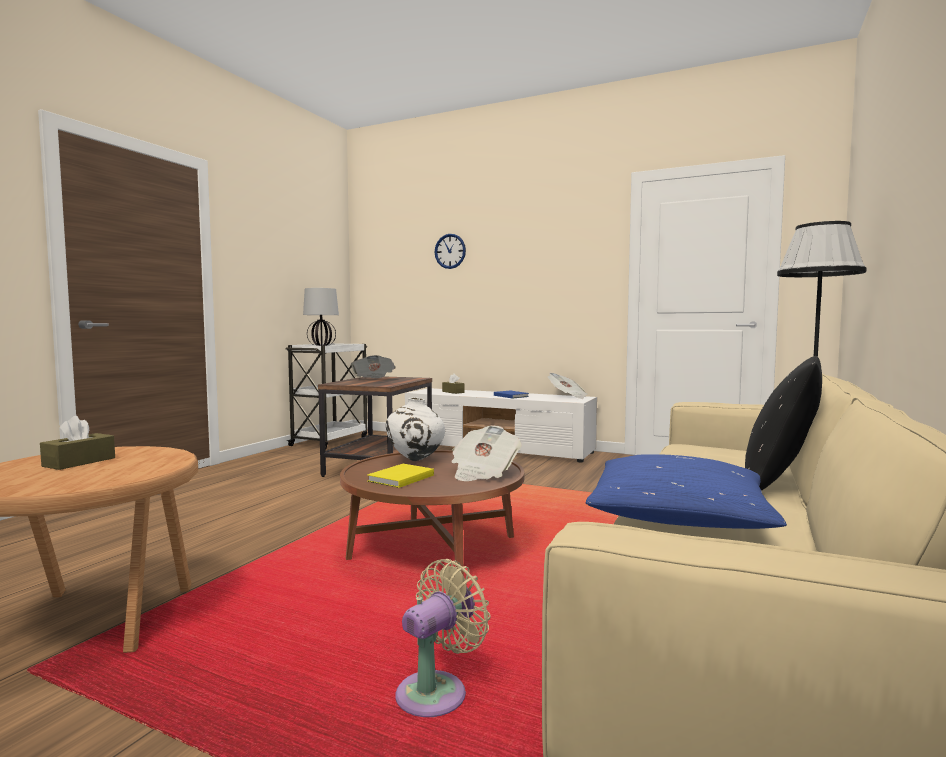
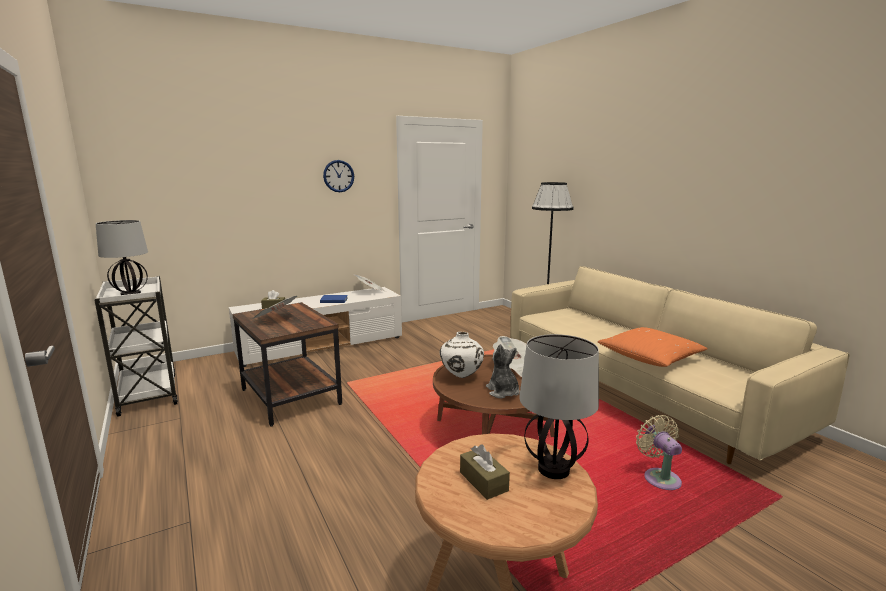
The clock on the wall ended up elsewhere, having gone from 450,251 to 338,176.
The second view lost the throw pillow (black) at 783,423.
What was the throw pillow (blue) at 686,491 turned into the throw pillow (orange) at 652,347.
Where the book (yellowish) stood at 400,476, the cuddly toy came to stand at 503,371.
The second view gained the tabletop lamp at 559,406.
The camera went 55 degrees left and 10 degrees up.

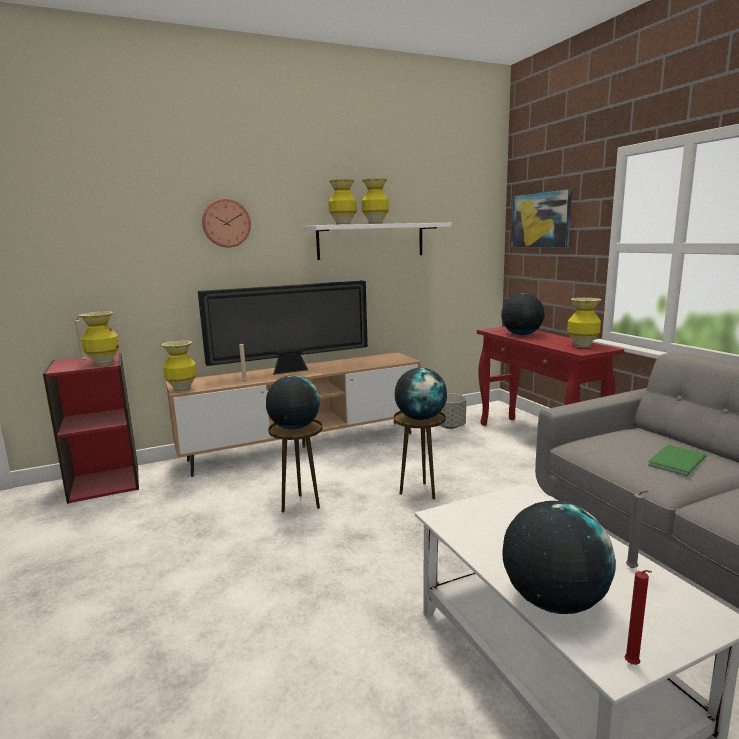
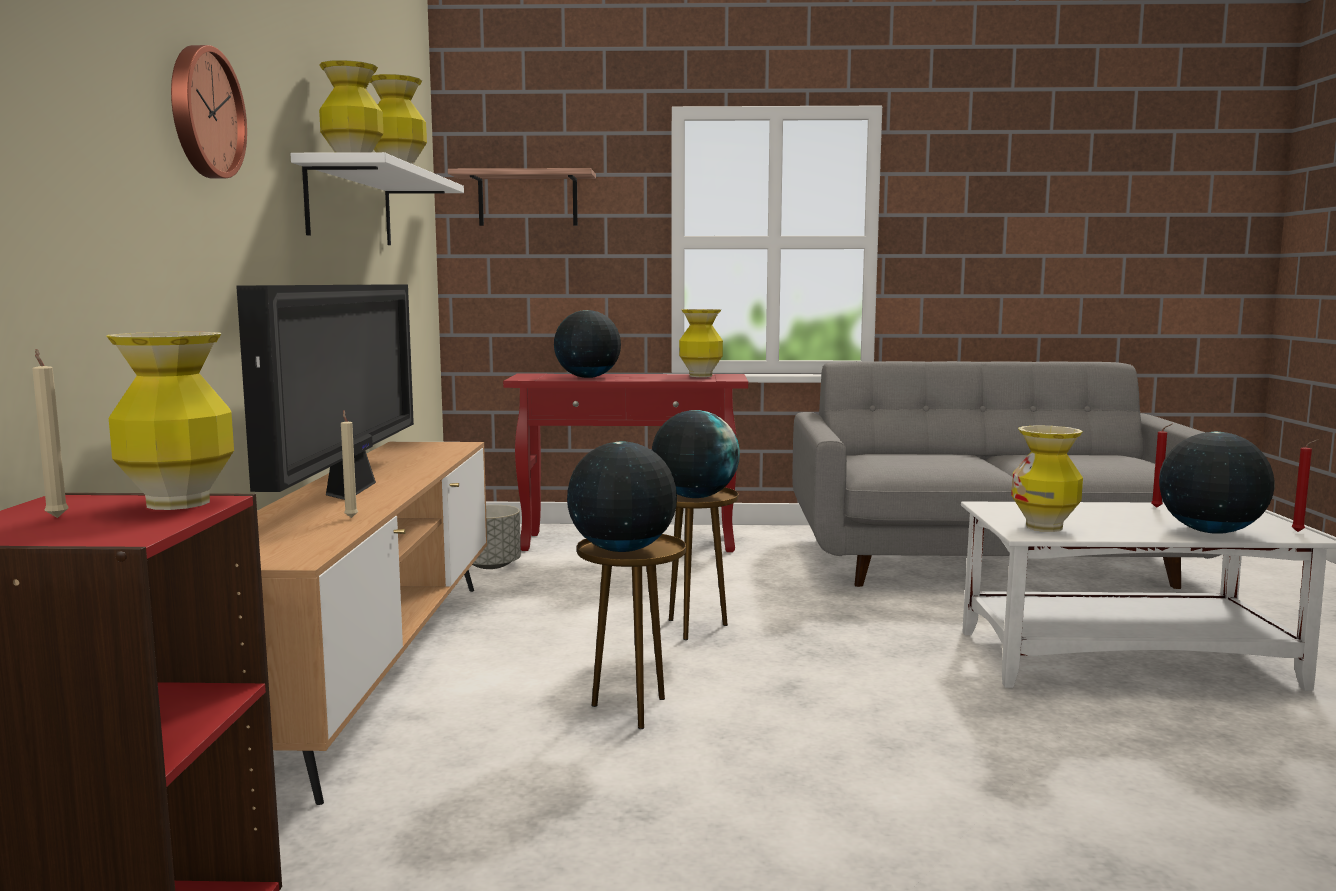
Where the picture hung at 541,218, the wall shelf came to hang at 522,197.
The decorative vase ended up elsewhere, having gone from 179,366 to 1047,478.
The second view lost the book (green) at 677,460.
What was the candle (grey) at 637,529 turned into the candle (reddish) at 1161,466.
The camera went 65 degrees left and 5 degrees down.

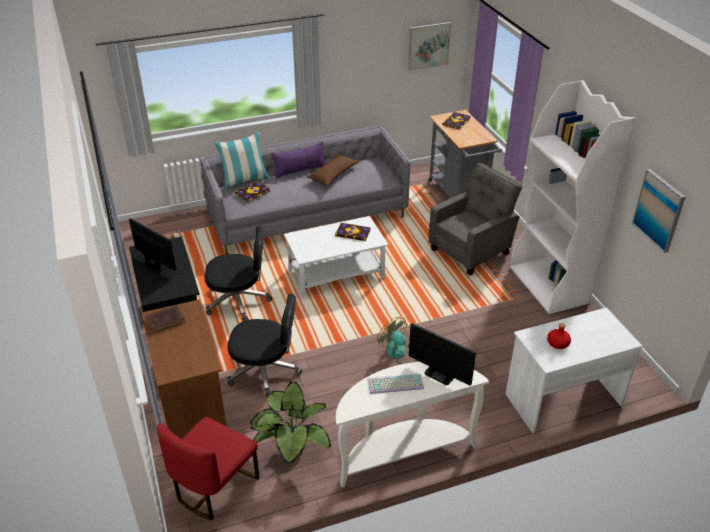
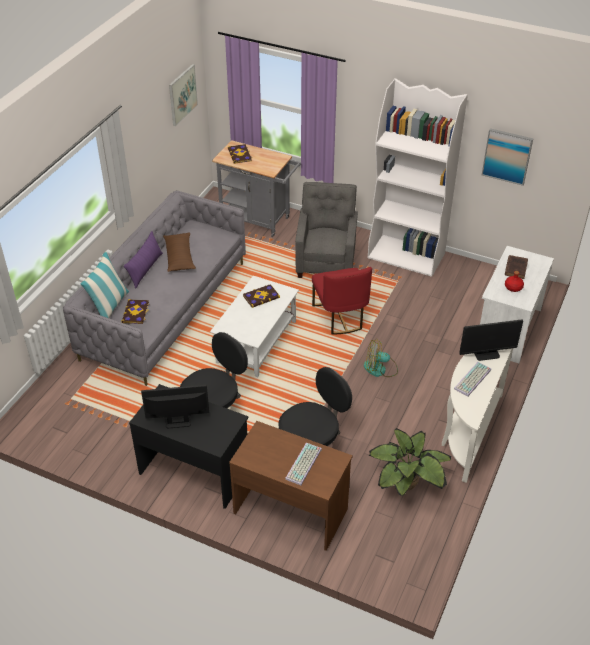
The book (brown) ended up elsewhere, having gone from 165,319 to 516,267.
The upright chair (reddish) ended up elsewhere, having gone from 208,468 to 342,301.
The second view gained the computer keyboard at 303,464.
The camera went 45 degrees left and 5 degrees up.

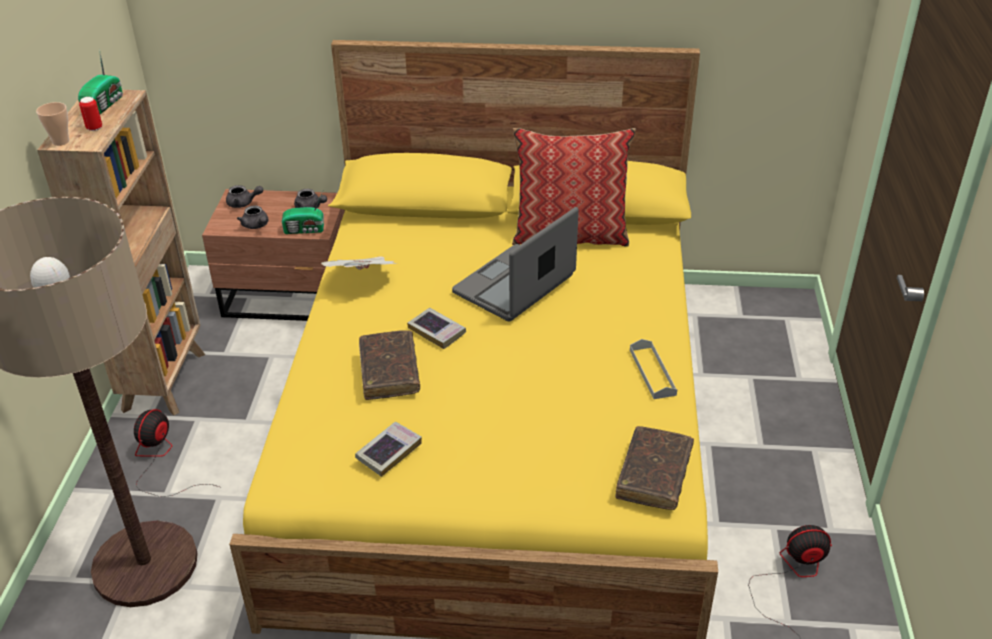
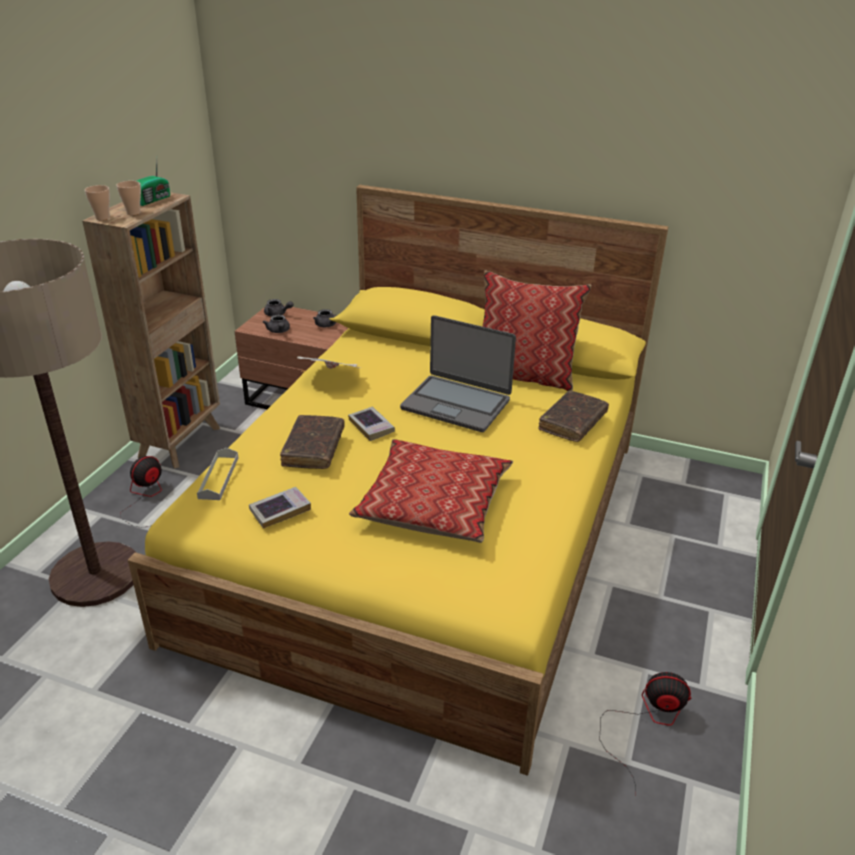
Where the sealed can stood at 90,114, the drinking cup came to stand at 128,198.
The second view lost the radio at 303,212.
The portable computer at 515,264 ended up facing another way, 120 degrees counterclockwise from before.
The serving tray (grey) ended up elsewhere, having gone from 653,369 to 217,474.
The book (brown) ended up elsewhere, having gone from 655,468 to 573,416.
The second view gained the throw pillow at 431,491.
The camera went 15 degrees right and 5 degrees down.

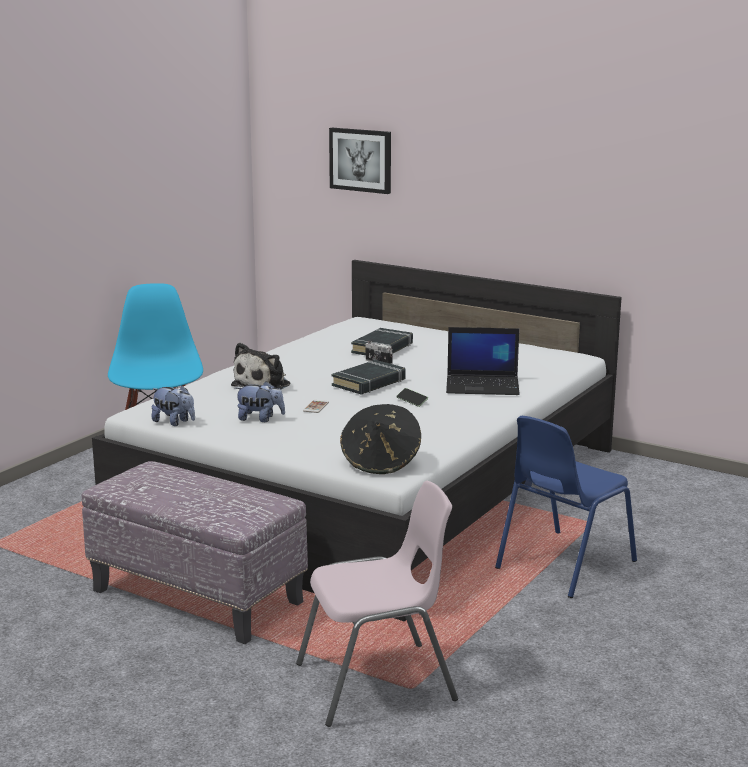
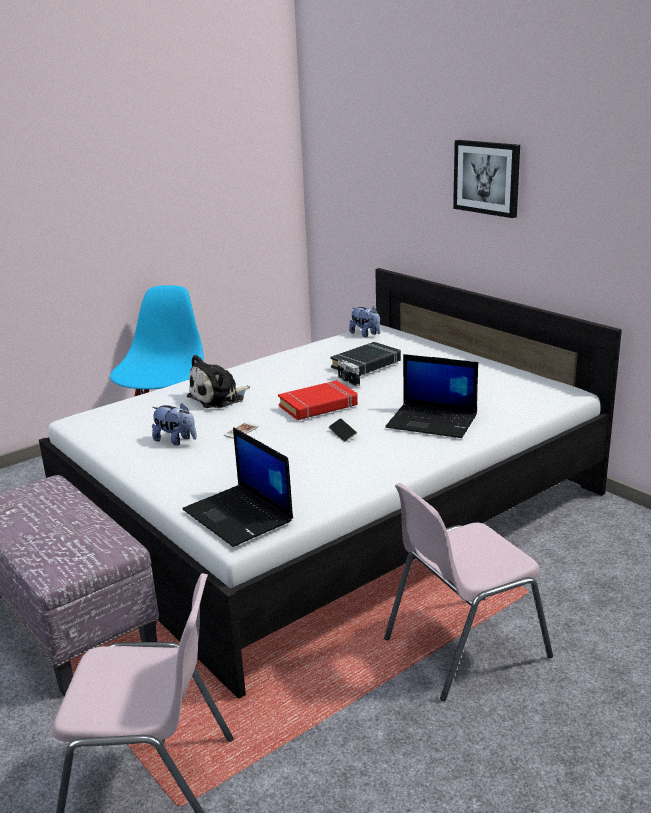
The picture ended up elsewhere, having gone from 360,161 to 486,179.
What was the book (black) at 368,377 turned into the book (reddish) at 318,400.
The cuddly toy ended up elsewhere, having gone from 173,405 to 364,321.
Where the clothing hat (black) stood at 380,439, the portable computer came to stand at 238,487.
What was the upright chair (blue) at 566,507 turned into the upright chair (pink-coloured) at 468,592.
The camera went 20 degrees right and 5 degrees up.

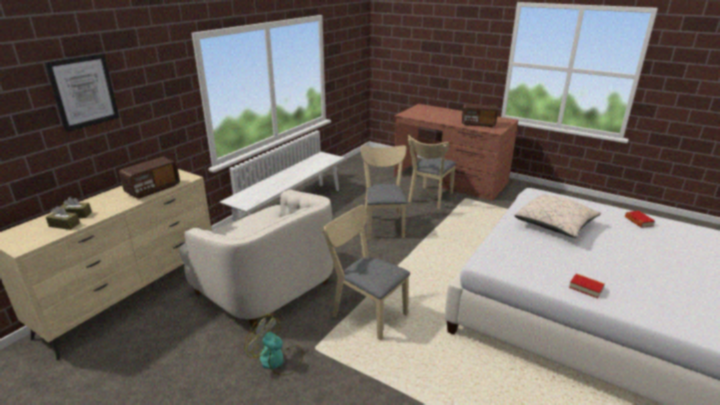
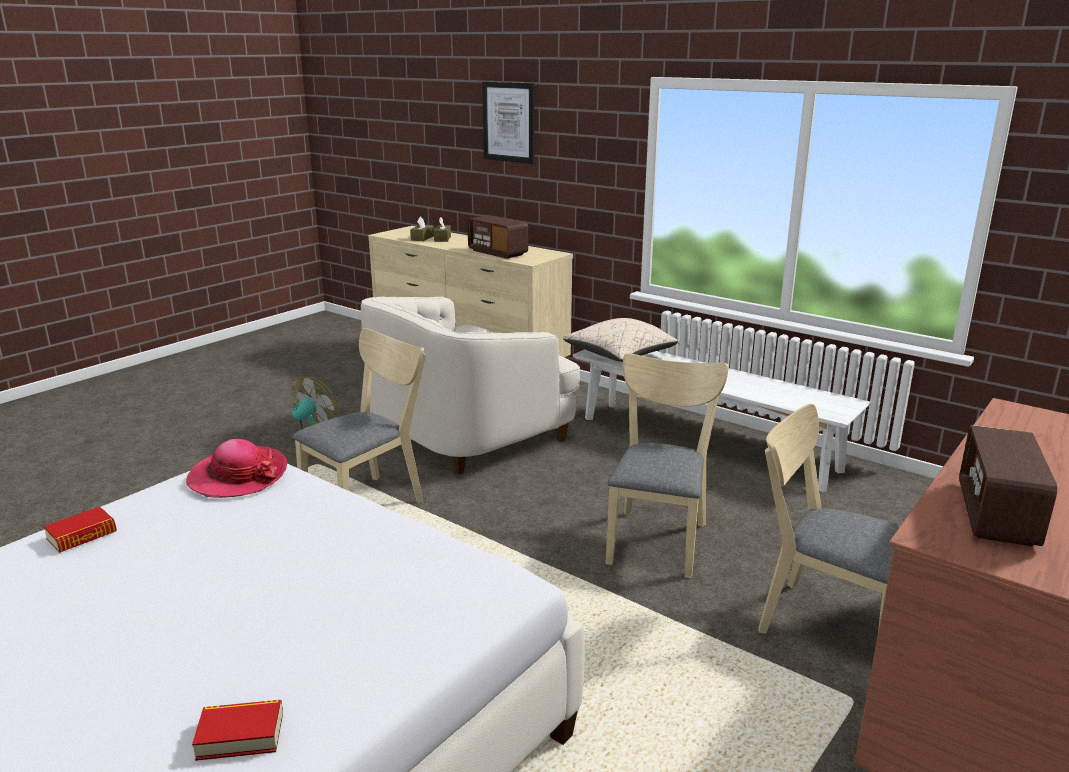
The upright chair (sand-coloured) at 384,192 ended up facing another way, 75 degrees counterclockwise from before.
The throw pillow (sand-coloured) ended up elsewhere, having gone from 557,216 to 620,340.
The second view gained the clothing hat at 237,468.
The camera went 95 degrees right and 5 degrees down.

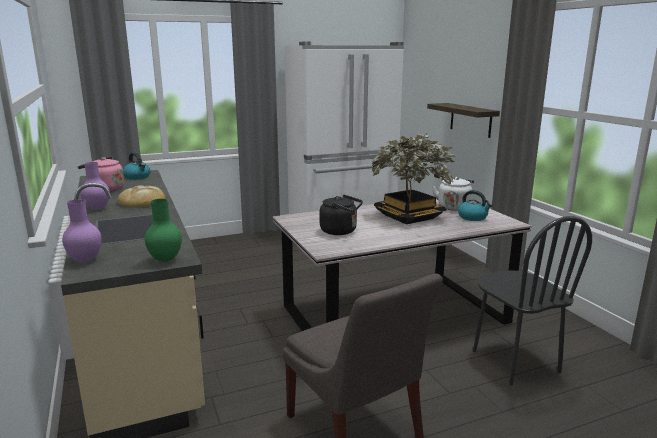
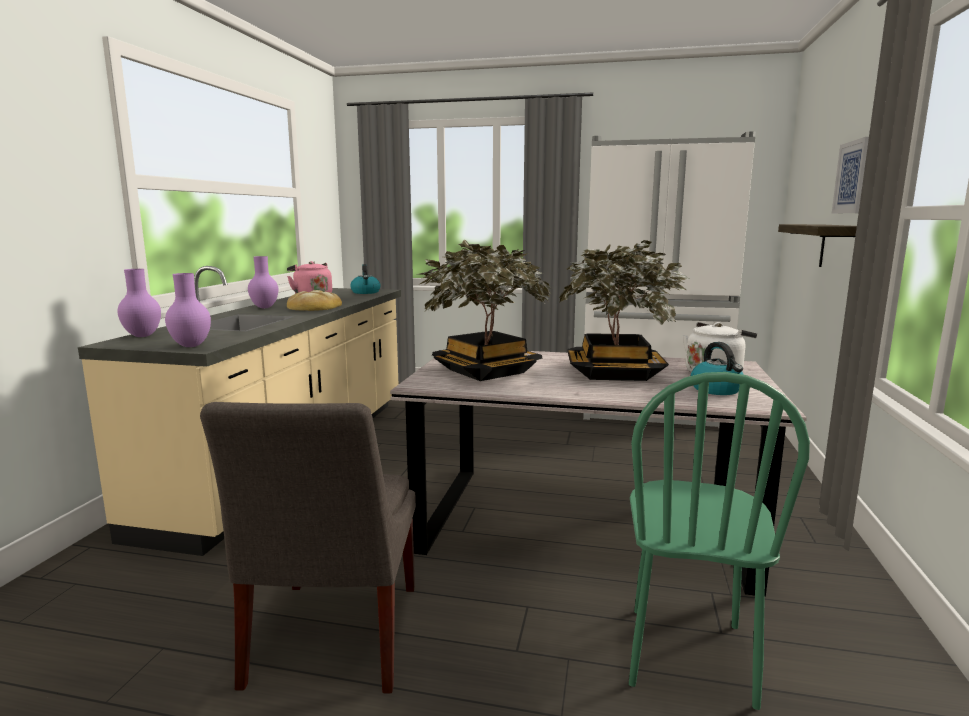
Where the water kettle (black) stood at 341,214, the plant in a pot came to stand at 484,310.
What was the decorative vase (green) at 163,230 turned into the decorative vase (purple) at 188,310.
What was the upright chair (black) at 532,301 turned into the upright chair (green) at 719,541.
The second view gained the picture at 850,175.
The camera went 35 degrees right and 5 degrees down.

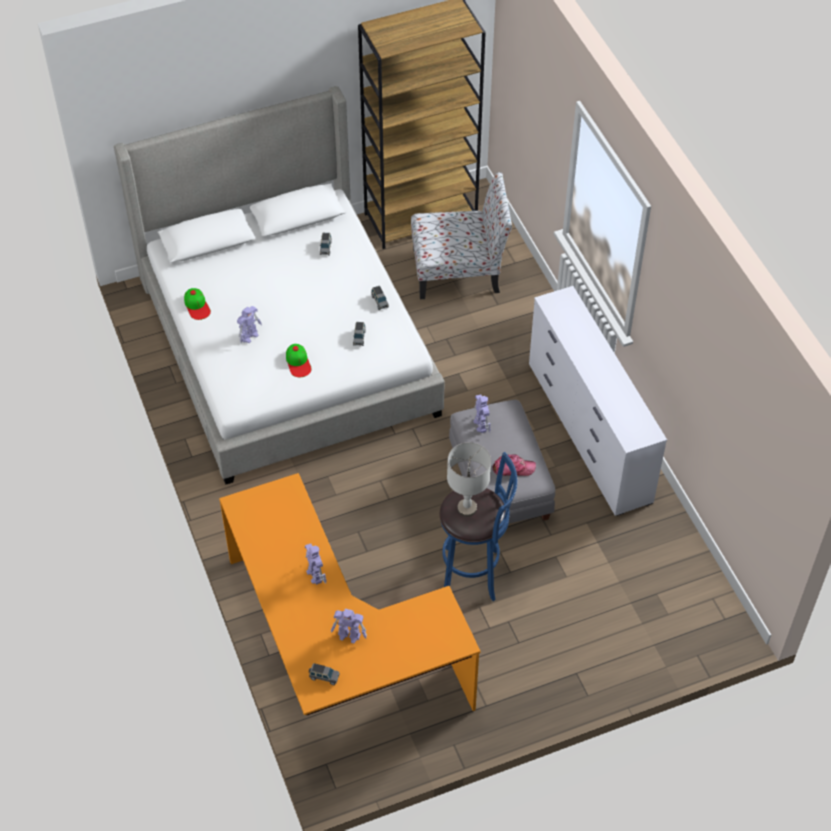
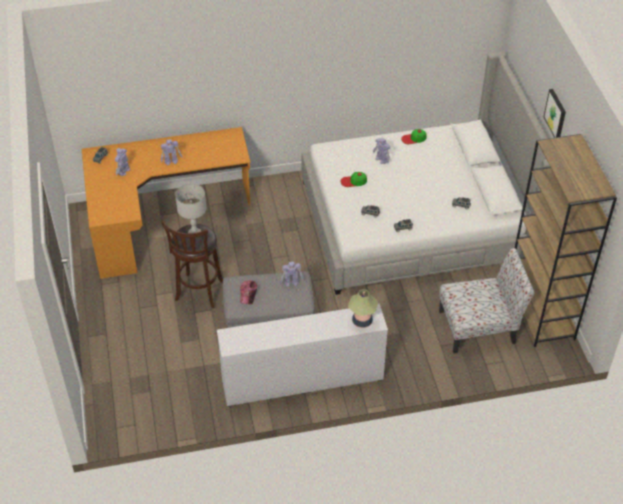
The upright chair at 461,235 ended up facing another way, 105 degrees counterclockwise from before.
What was the stool (blue) at 478,526 turned into the stool (brown) at 192,264.
The second view gained the picture at 555,113.
The second view gained the tabletop lamp at 363,308.
The camera went 100 degrees right and 5 degrees down.

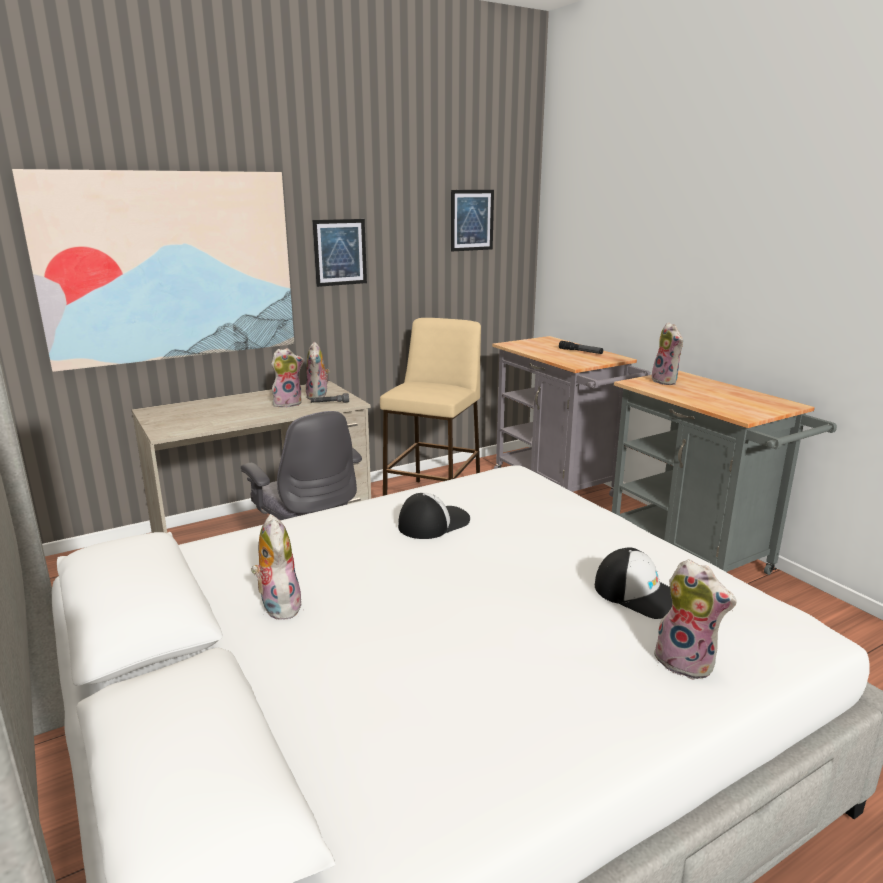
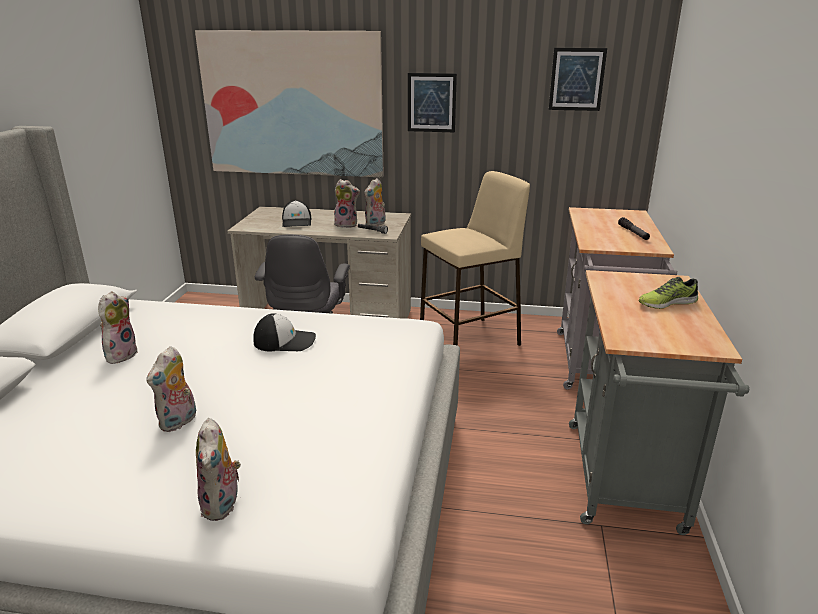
The cuddly toy ended up elsewhere, having gone from 667,353 to 171,389.
The cap ended up elsewhere, having gone from 633,583 to 297,213.
The second view gained the shoe at 668,293.
The camera went 40 degrees right and 5 degrees up.

